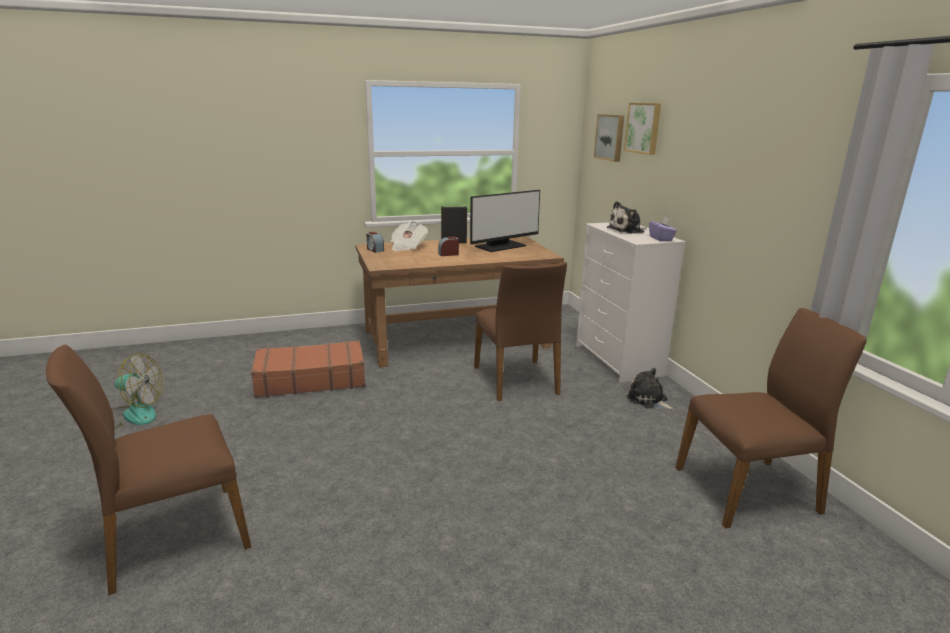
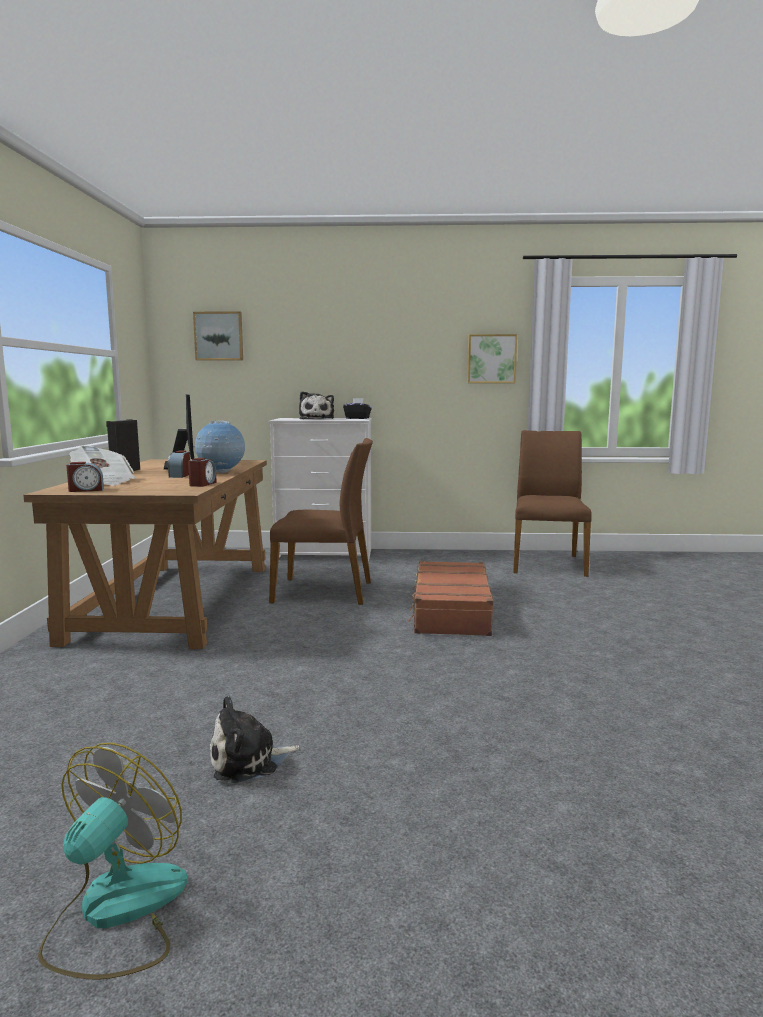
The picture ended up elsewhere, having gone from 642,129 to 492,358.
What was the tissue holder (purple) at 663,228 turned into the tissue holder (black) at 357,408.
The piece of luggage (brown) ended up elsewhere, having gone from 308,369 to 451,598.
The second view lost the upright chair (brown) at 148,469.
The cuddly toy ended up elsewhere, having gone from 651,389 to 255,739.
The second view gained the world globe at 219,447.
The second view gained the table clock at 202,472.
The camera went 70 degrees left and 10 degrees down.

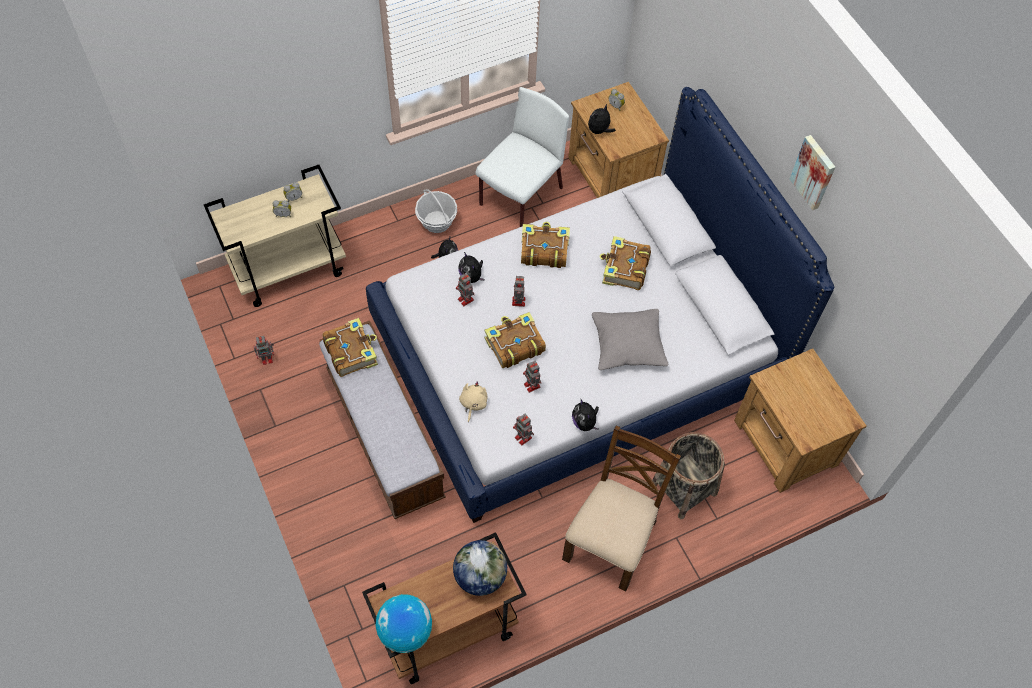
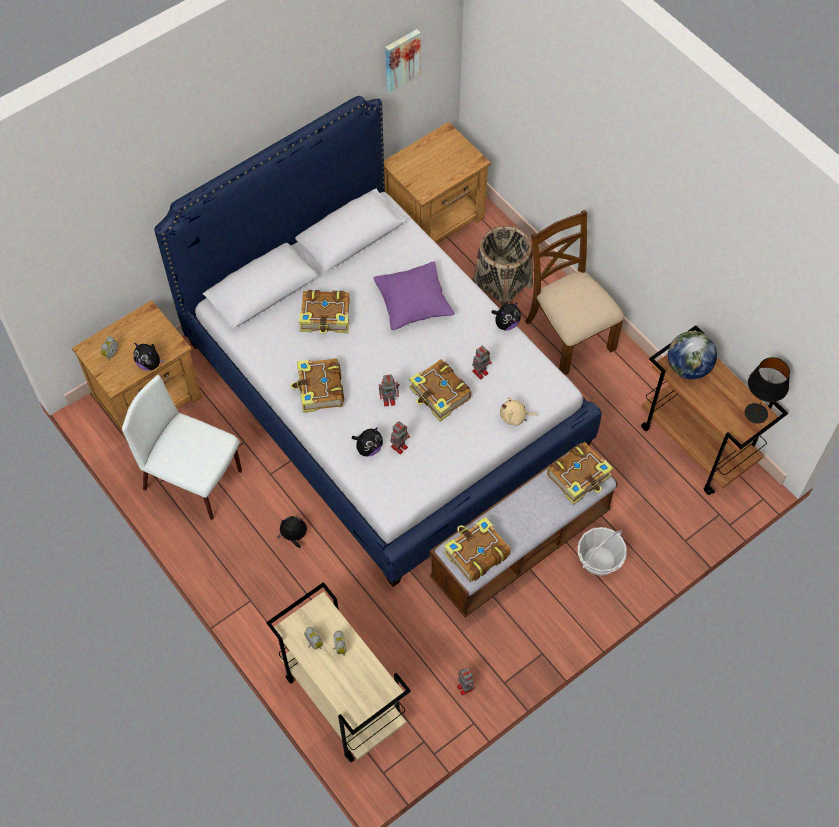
The picture ended up elsewhere, having gone from 812,172 to 402,60.
The basket ended up elsewhere, having gone from 436,211 to 602,551.
What was the throw pillow (grey) at 630,339 turned into the throw pillow (purple) at 414,295.
The second view lost the robot figure at 523,430.
The upright chair (brown) at 621,508 ended up facing another way, 45 degrees clockwise from before.
Where the world globe stood at 404,623, the tabletop lamp (black) came to stand at 767,390.
The second view gained the book at 580,473.
The camera went 100 degrees left and 0 degrees up.

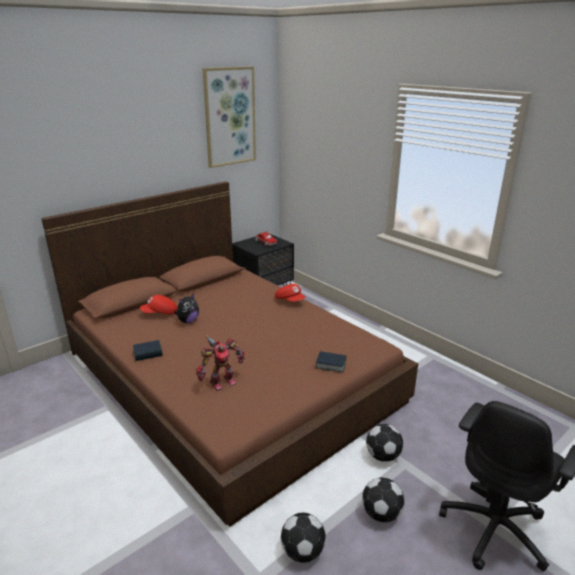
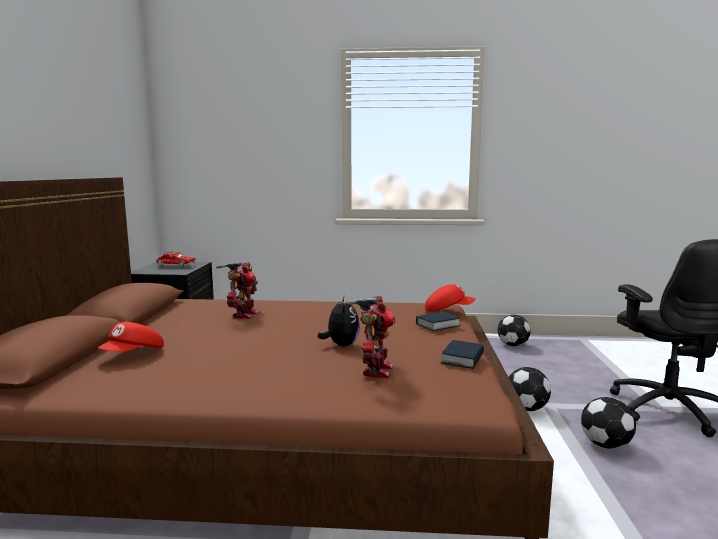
The second view lost the picture at 229,117.
The cap (reddish) ended up elsewhere, having gone from 290,293 to 450,298.
The cuddly toy ended up elsewhere, having gone from 186,308 to 339,320.
The book ended up elsewhere, having gone from 148,350 to 462,354.
The football ended up elsewhere, having gone from 303,538 to 514,330.
The second view gained the robot figure at 237,290.
The camera went 45 degrees left and 15 degrees down.

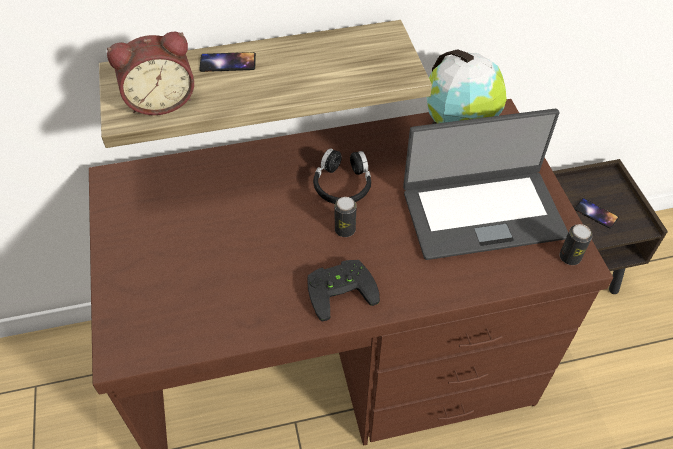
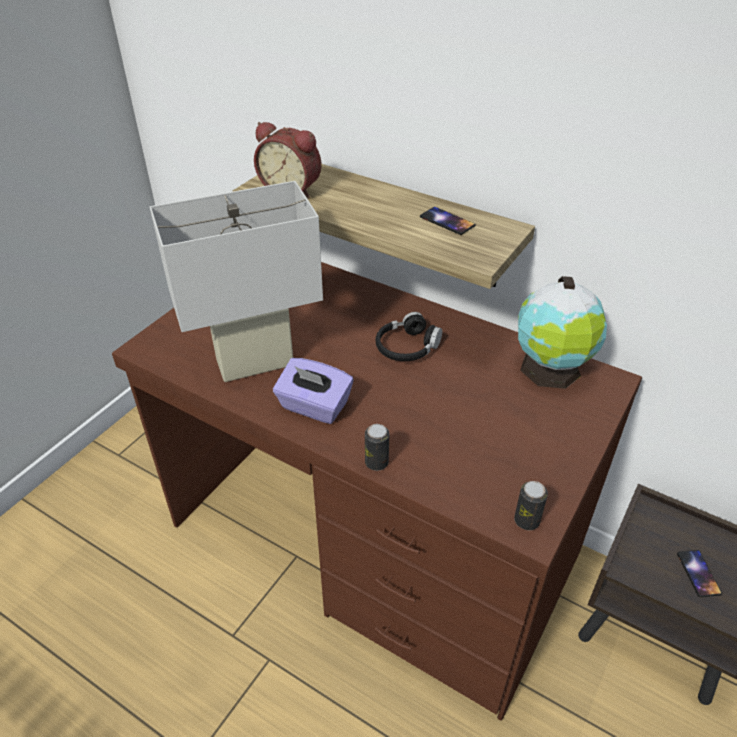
The handset ended up elsewhere, having gone from 227,62 to 448,221.
The second view lost the portable computer at 485,184.
The sealed can ended up elsewhere, having gone from 346,217 to 377,447.
Where the joypad (black) stood at 343,290, the tissue holder (purple) came to stand at 313,391.
The second view gained the tabletop lamp (whitish) at 236,281.
The camera went 45 degrees right and 10 degrees down.

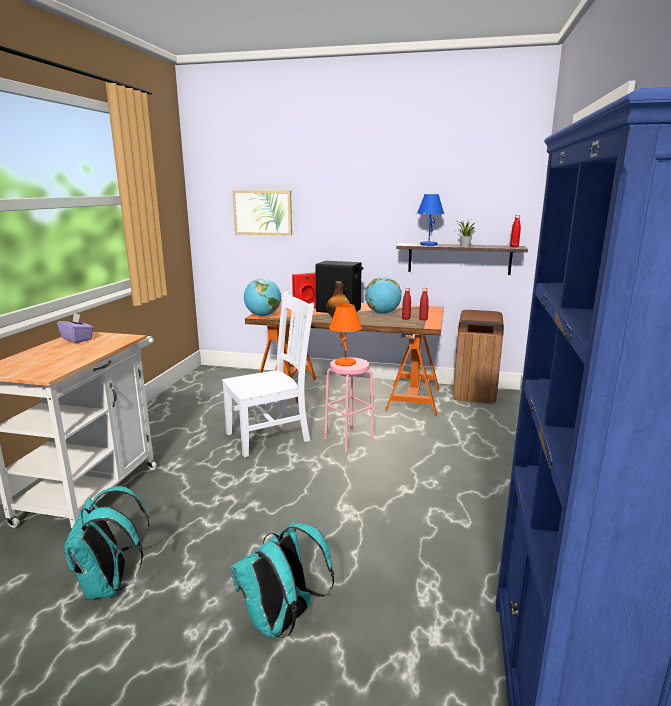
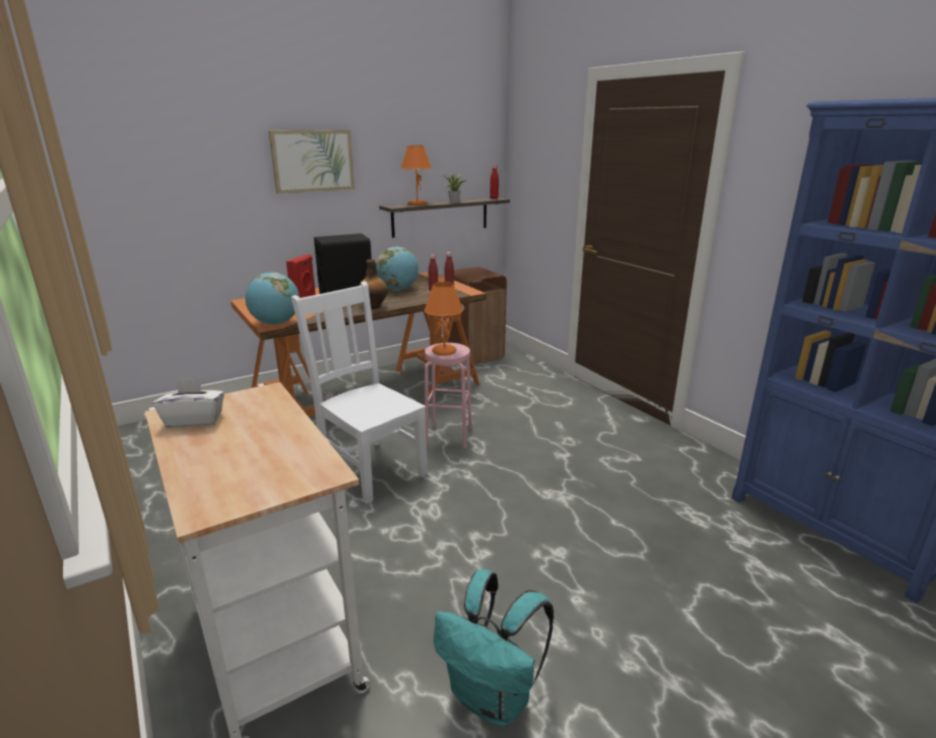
The picture ended up elsewhere, having gone from 262,213 to 312,162.
What was the tabletop lamp (blue) at 430,220 turned into the tabletop lamp (orange) at 416,175.
The upright chair (whitish) at 268,374 ended up facing another way, 60 degrees counterclockwise from before.
What was the tissue holder (purple) at 75,328 turned into the tissue holder (whitish) at 188,402.
The second view lost the knapsack (blue-green) at 282,580.
The camera went 45 degrees left and 5 degrees up.

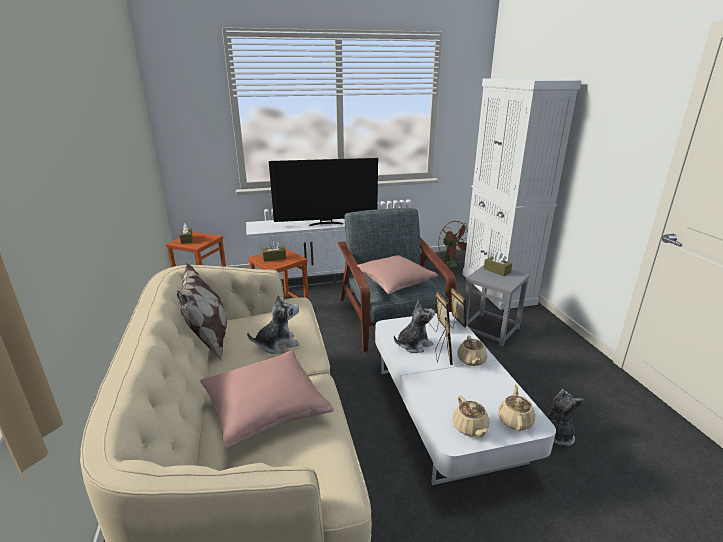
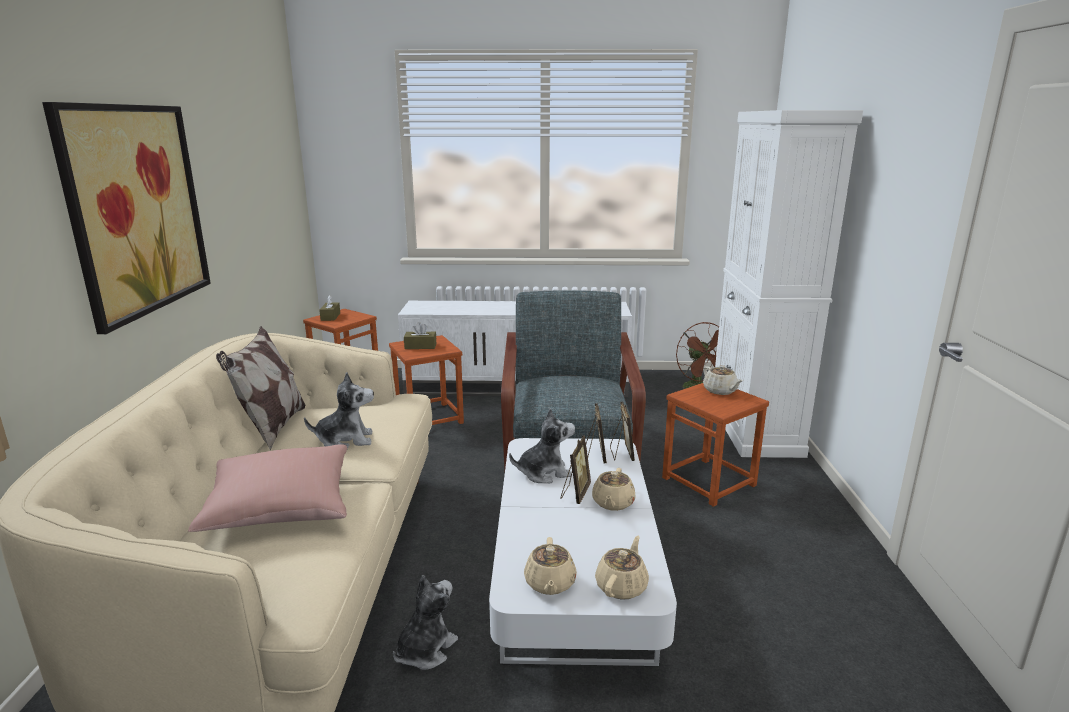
The second view lost the television at 323,192.
Where the tissue holder (brown) stood at 498,264, the teapot (sand-coloured) came to stand at 723,380.
The second view lost the throw pillow (pink-coloured) at 397,274.
What was the stool (grey) at 497,306 turned into the stool (brown) at 715,445.
The cuddly toy ended up elsewhere, having gone from 565,417 to 425,622.
The second view gained the picture at 126,218.
The camera went 15 degrees right and 5 degrees down.

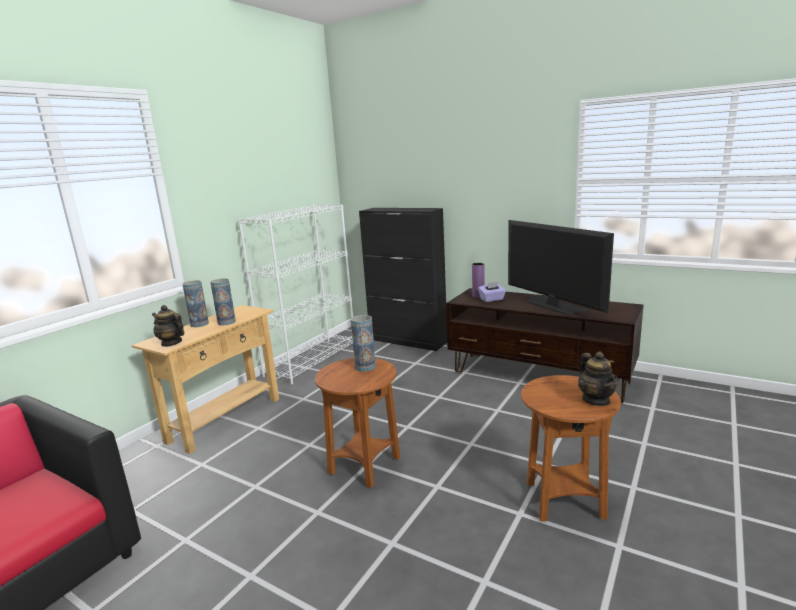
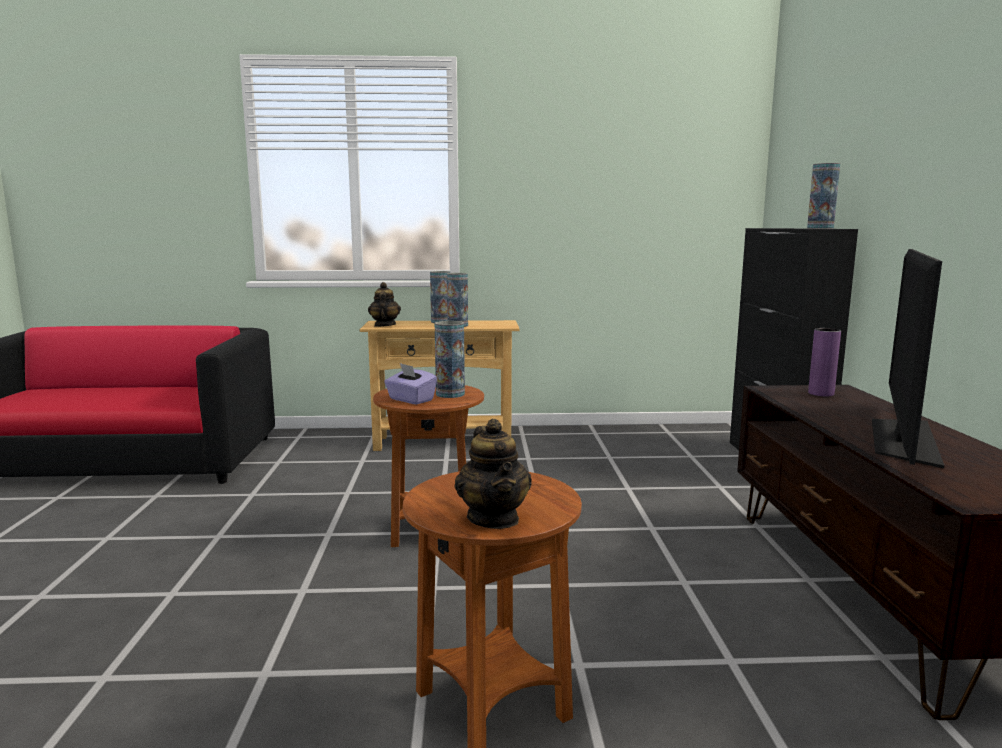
The second view lost the bookcase (whitish) at 295,294.
The tissue holder (purple) ended up elsewhere, having gone from 492,292 to 410,384.
The teapot at 598,379 ended up facing another way, 60 degrees counterclockwise from before.
The second view gained the decorative vase at 823,195.
The camera went 55 degrees right and 5 degrees down.

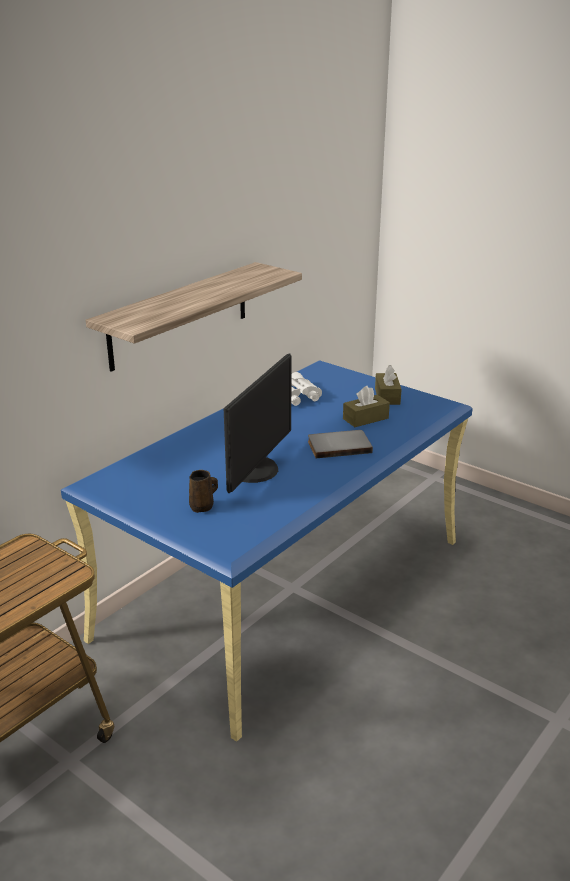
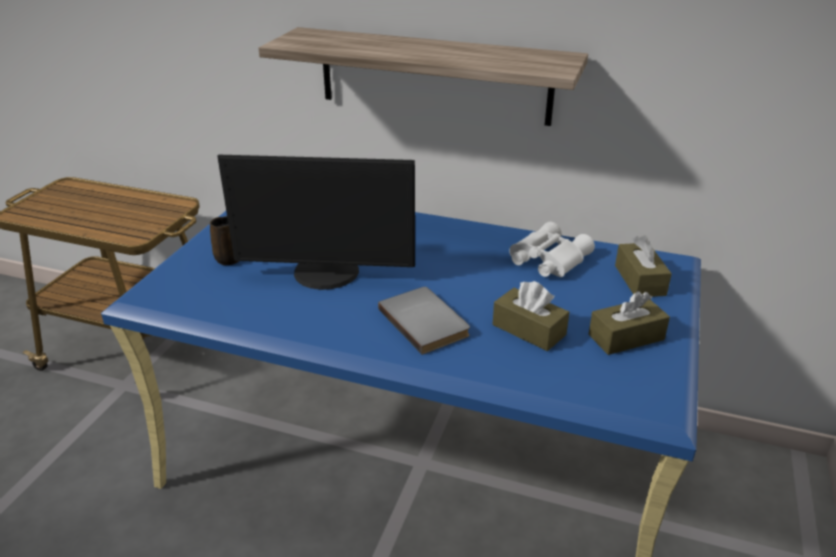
The second view gained the tissue holder (brown) at 643,266.
The camera went 70 degrees right and 5 degrees up.

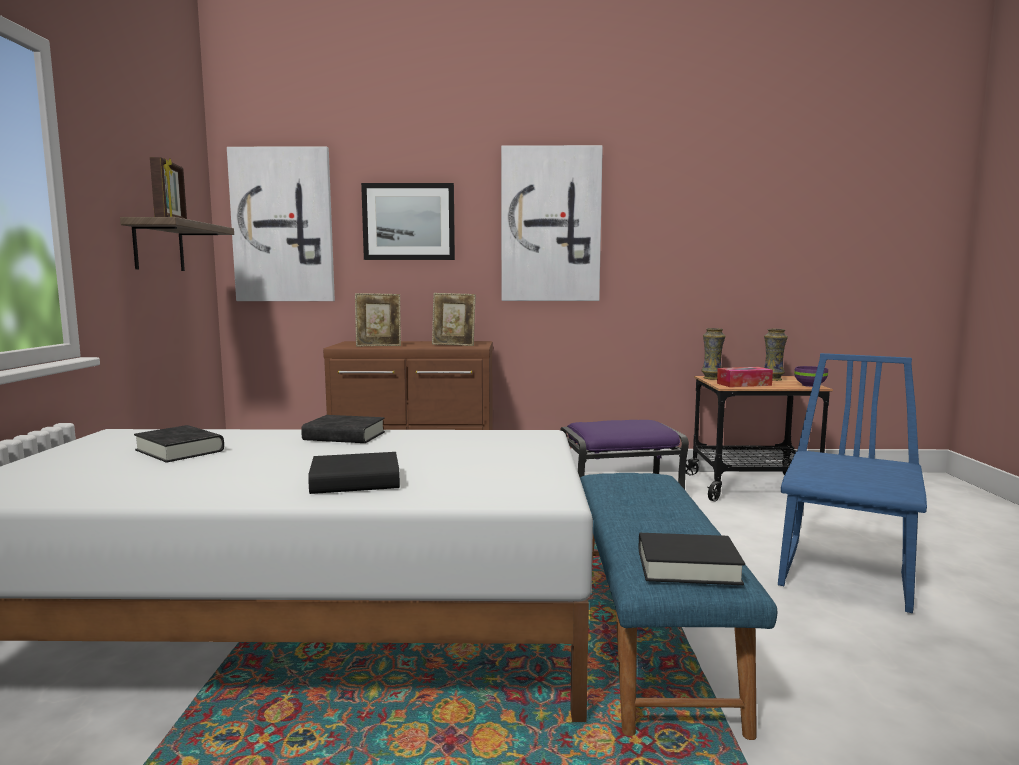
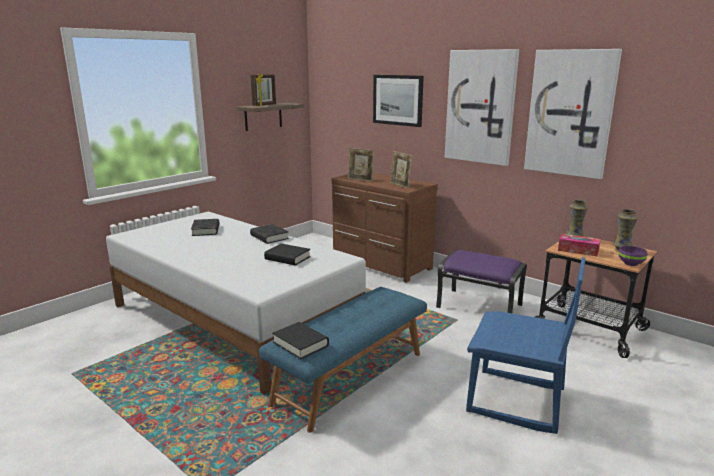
The picture ended up elsewhere, having gone from 281,223 to 573,114.
The upright chair (blue) at 852,483 ended up facing another way, 45 degrees clockwise from before.
The book (black) ended up elsewhere, having gone from 354,473 to 287,254.
The camera went 40 degrees right and 10 degrees up.

